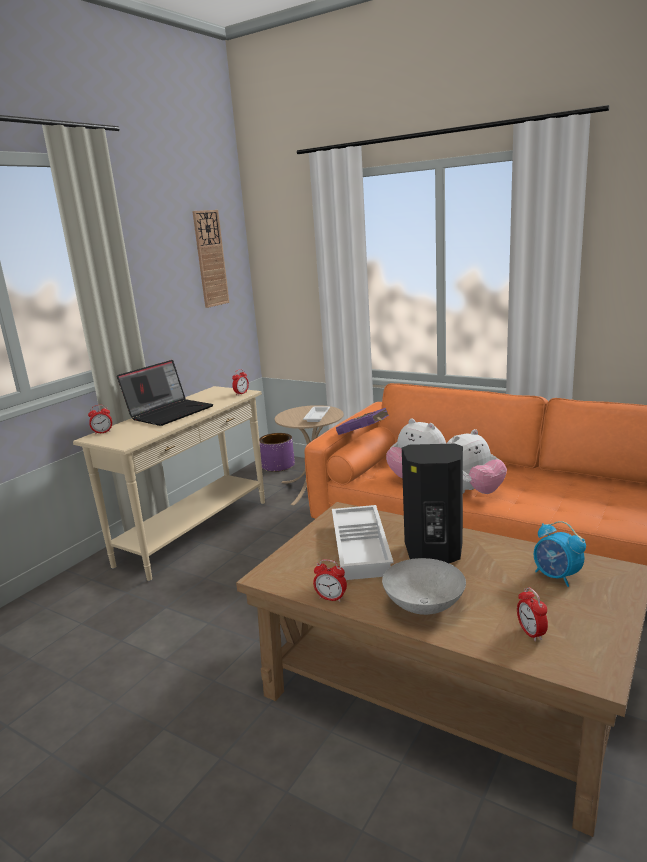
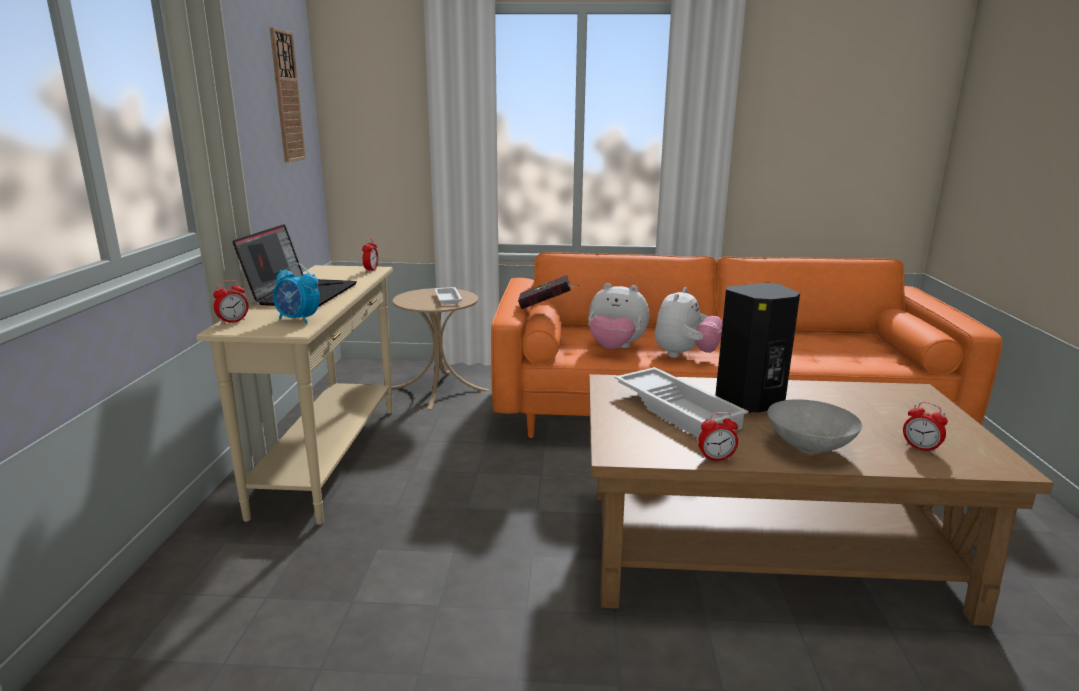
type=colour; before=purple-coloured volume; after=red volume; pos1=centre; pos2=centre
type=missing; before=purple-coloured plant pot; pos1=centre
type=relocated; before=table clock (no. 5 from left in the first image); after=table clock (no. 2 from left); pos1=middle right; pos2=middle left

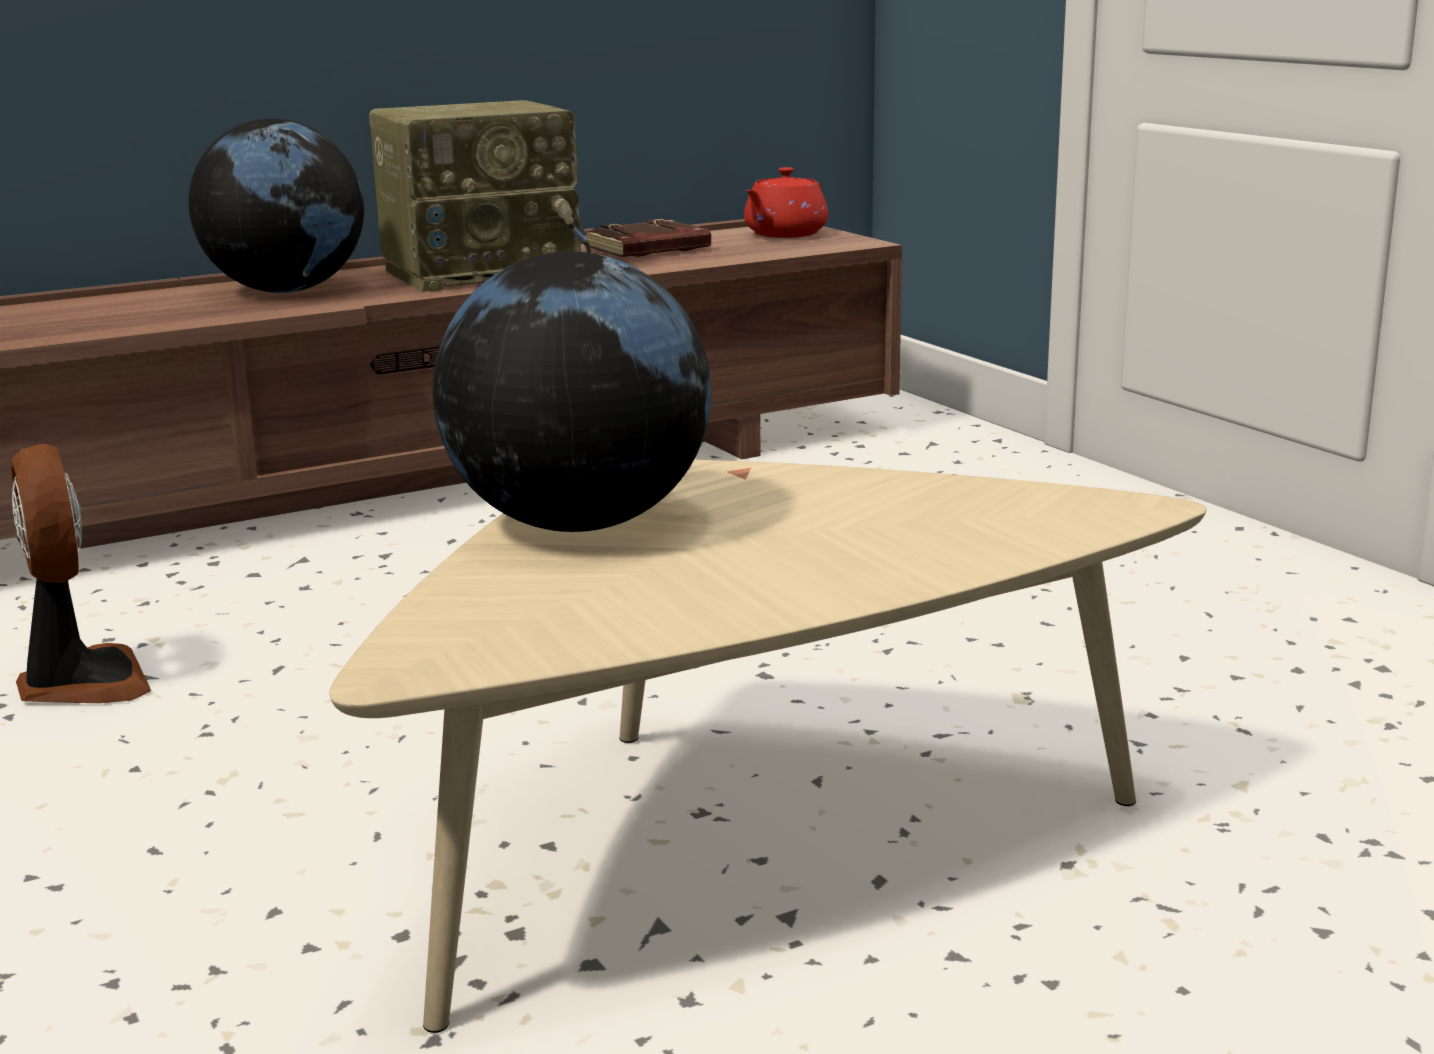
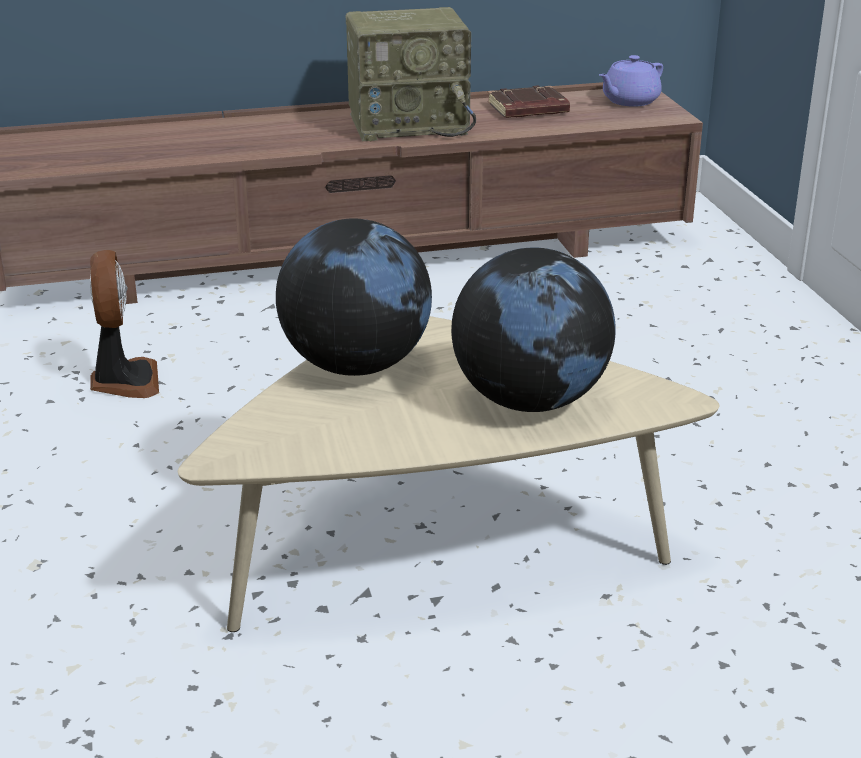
type=relocated; before=globe (no. 1 from left in the first image); after=globe (no. 2 from left); pos1=top left; pos2=centre
type=colour; before=red tea pot; after=purple-coloured tea pot; pos1=top centre; pos2=top right

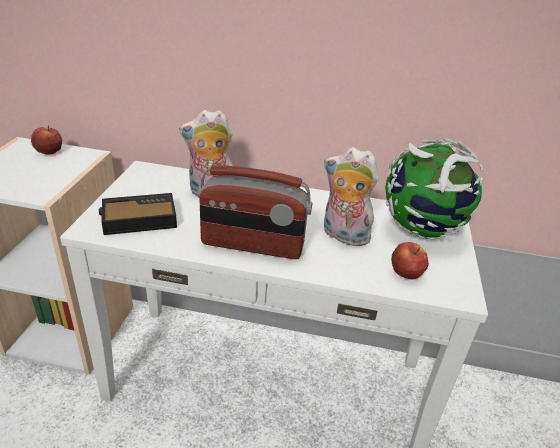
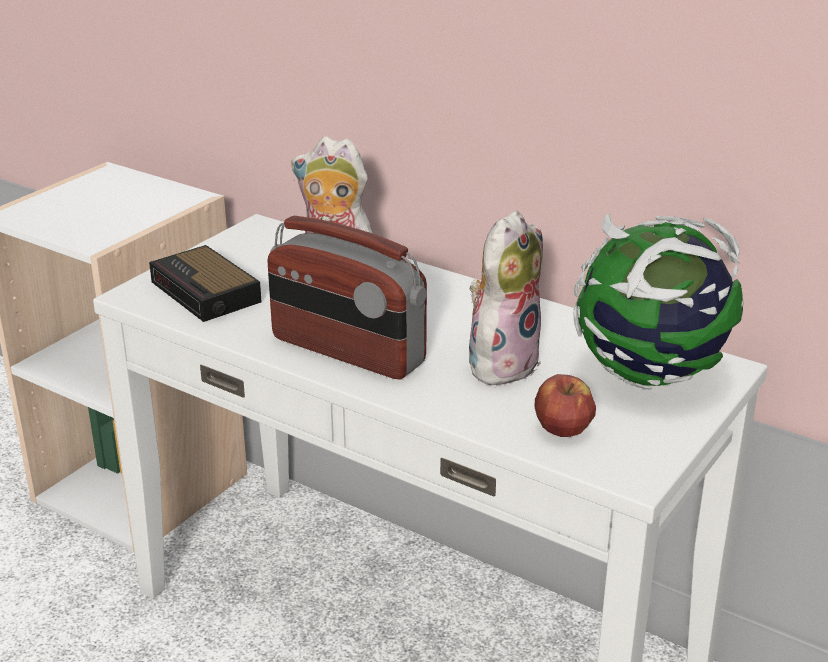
type=missing; before=whole apple (no. 1 from left); pos1=top left
type=spun; before=plush toy (no. 2 from left); pos1=centre; pos2=centre; turn=75
type=spun; before=table clock; pos1=middle left; pos2=middle left; turn=-135

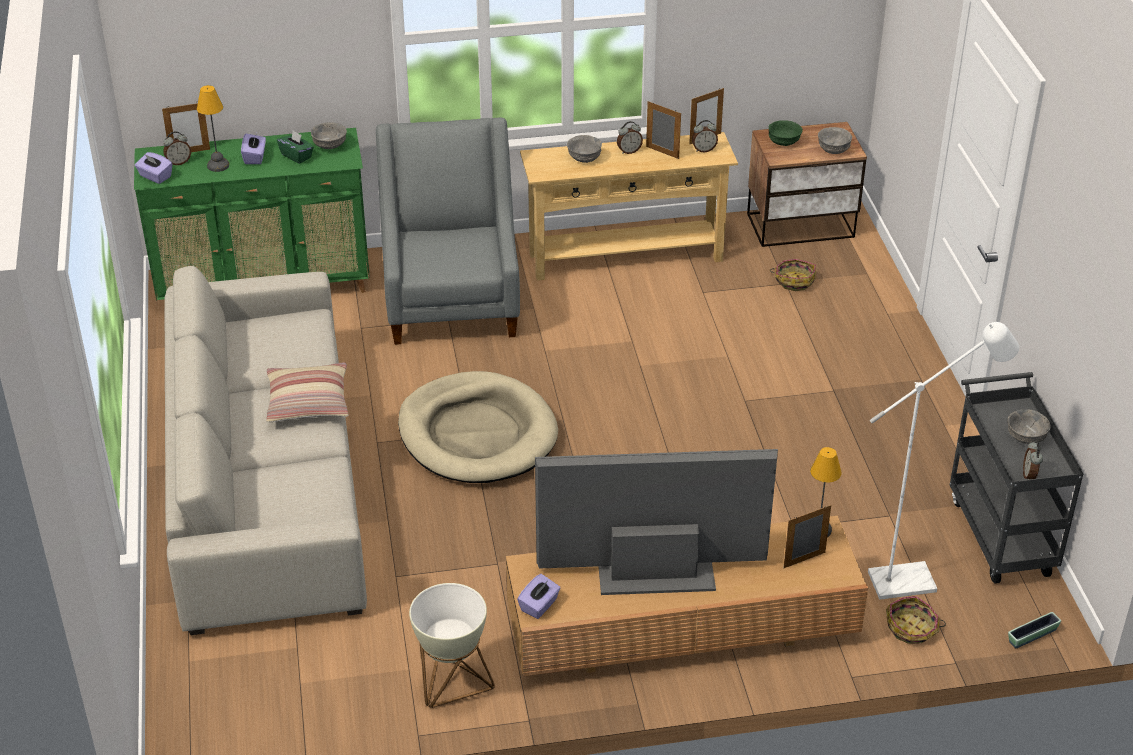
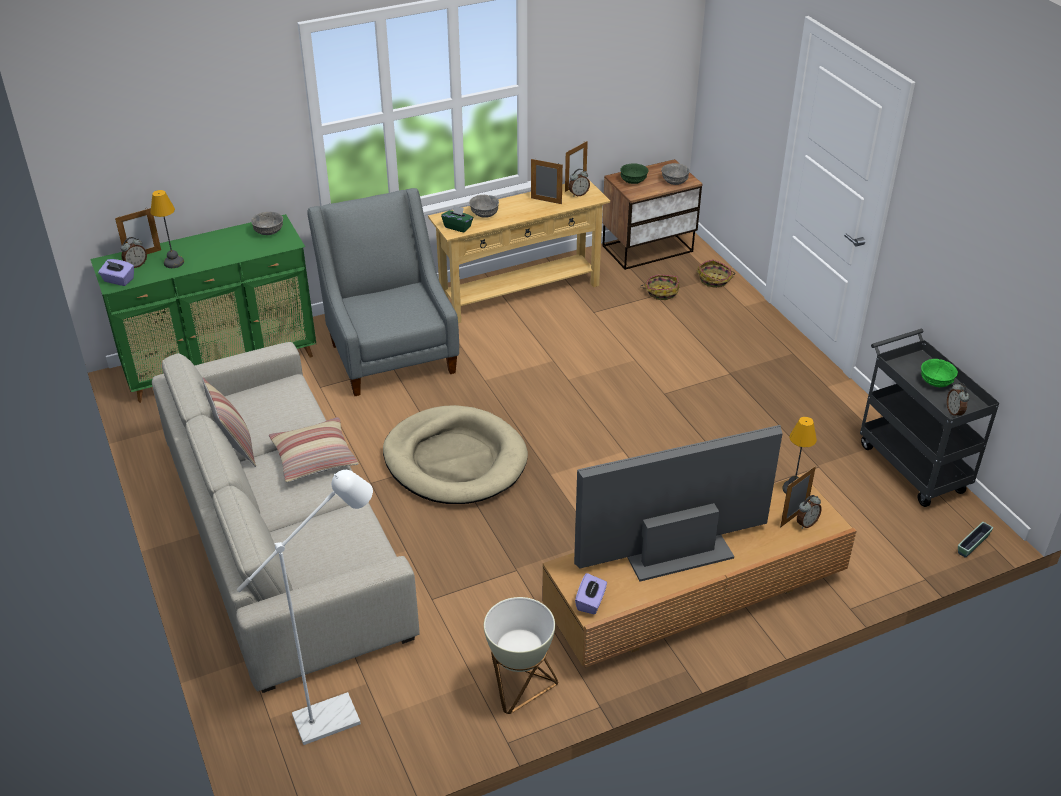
type=relocated; before=table clock (no. 2 from left in the first image); after=table clock (no. 3 from left); pos1=top centre; pos2=middle right
type=relocated; before=green box of tissues; pos1=top left; pos2=top centre
type=missing; before=purple-coloured box of tissues (no. 2 from left); pos1=top left
type=relocated; before=whitish floor lamp; pos1=middle right; pos2=bottom left
type=colour; before=greyish bowl (no. 4 from left); after=green bowl (no. 2 from left); pos1=middle right; pos2=middle right
type=relocated; before=household basket (no. 2 from left); pos1=bottom right; pos2=middle right
type=appeared; after=throw pillow (no. 1 from left); pos2=middle left

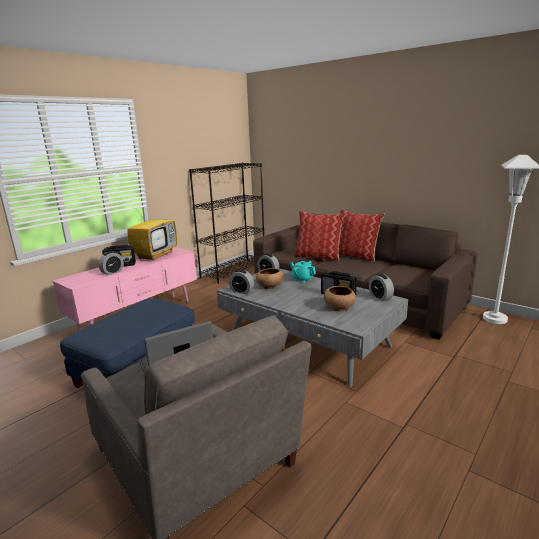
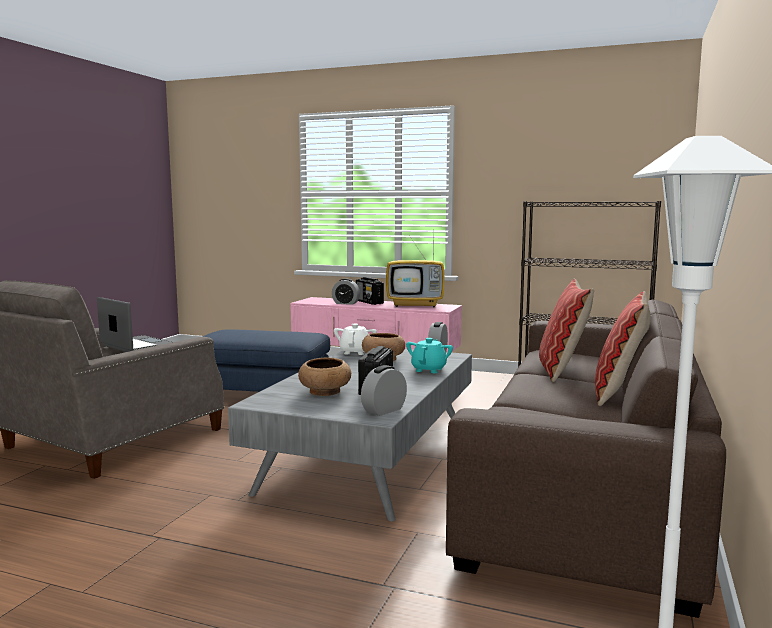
type=exchanged; before=table clock (no. 2 from left); after=whitish tea pot; pos1=centre; pos2=centre

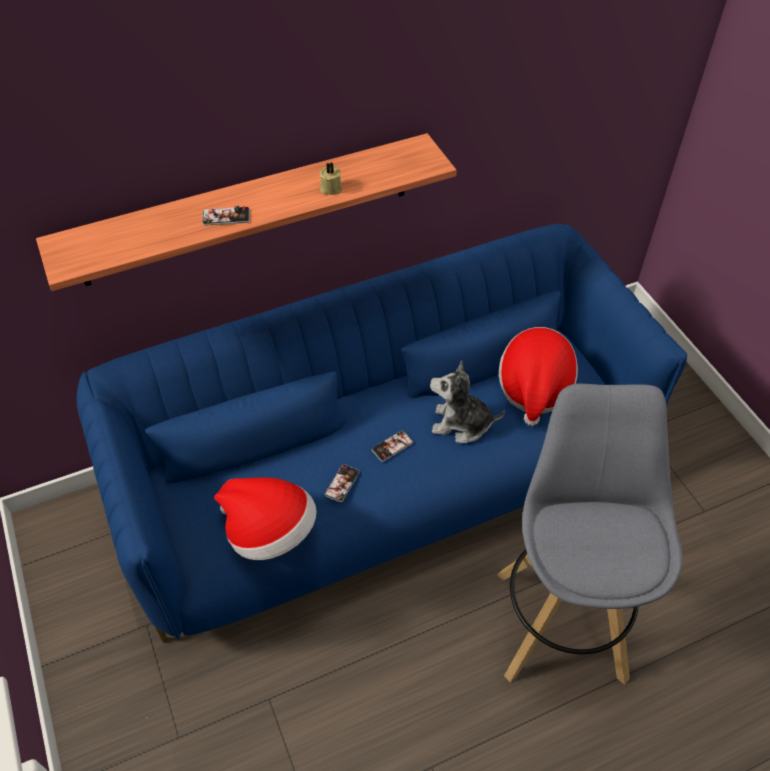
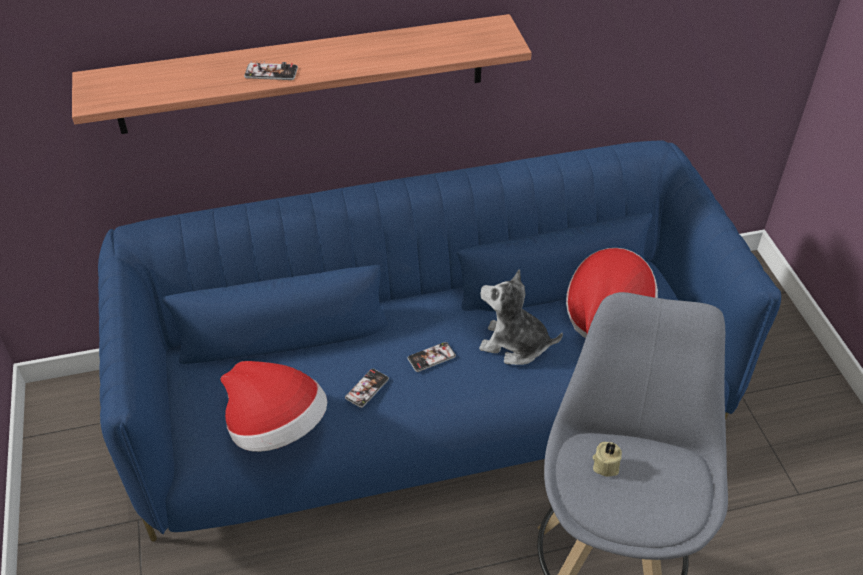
type=relocated; before=beige wax candle; pos1=top centre; pos2=bottom right

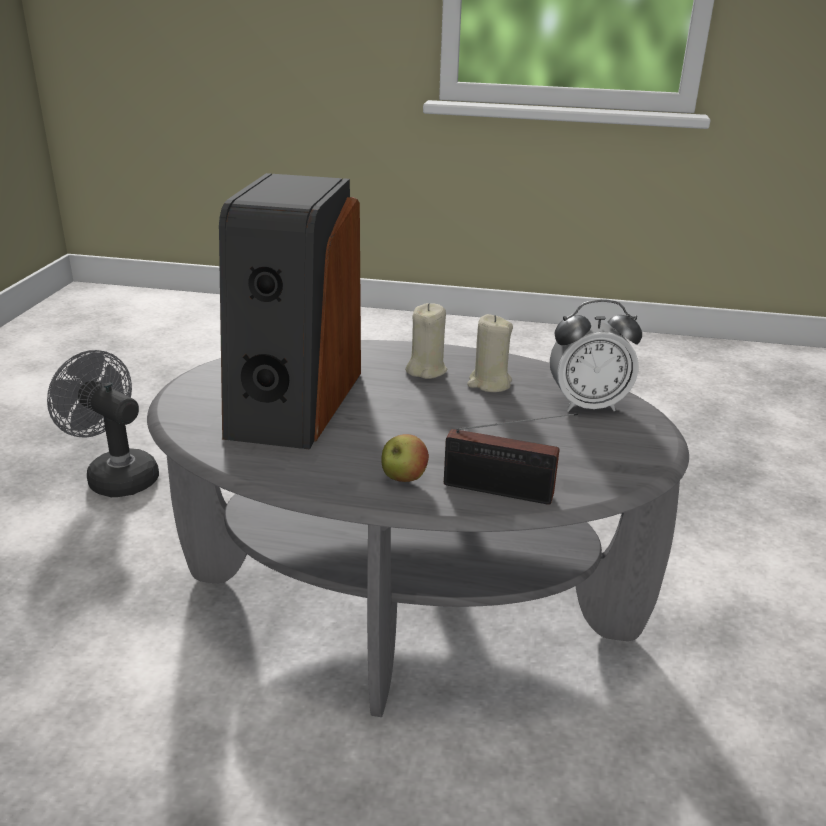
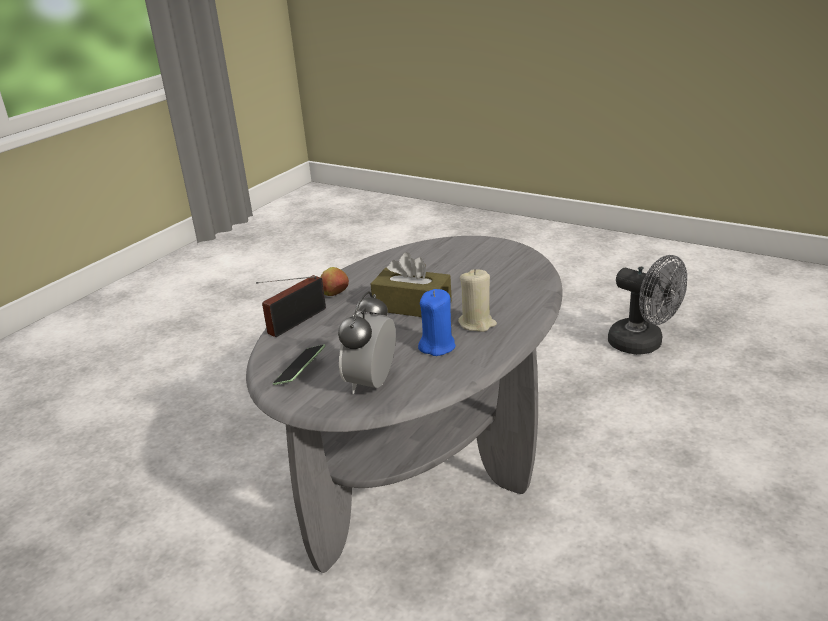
type=missing; before=speaker; pos1=centre
type=colour; before=beige wax candle (no. 2 from left); after=bluish wax candle; pos1=centre; pos2=centre
type=spun; before=greyish electric fan; pos1=middle left; pos2=middle right; turn=75
type=appeared; after=brownish box of tissues; pos2=centre
type=appeared; after=phone; pos2=centre

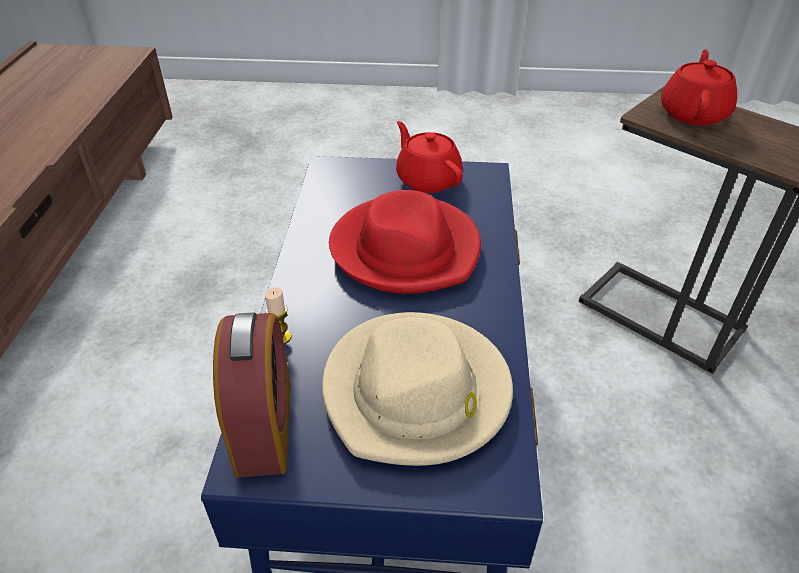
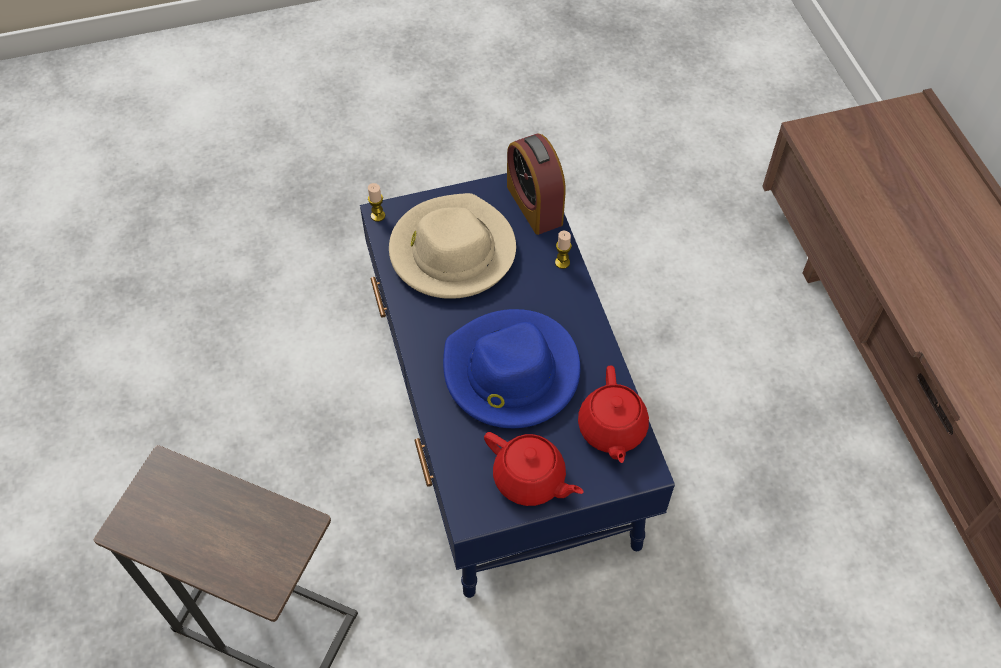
type=relocated; before=red tea pot (no. 2 from left); pos1=top right; pos2=centre
type=colour; before=red clothing hat; after=bluish clothing hat; pos1=centre; pos2=centre
type=appeared; after=wax candle (no. 1 from left); pos2=top centre

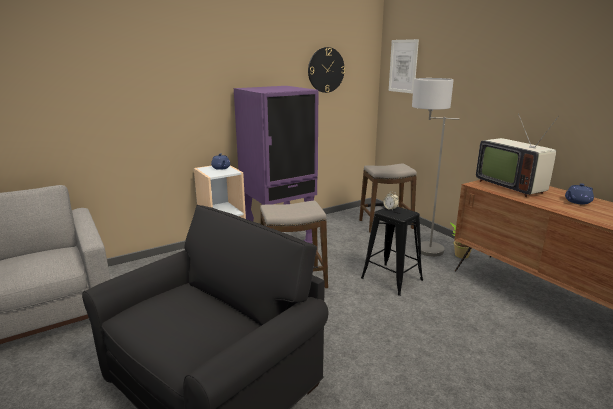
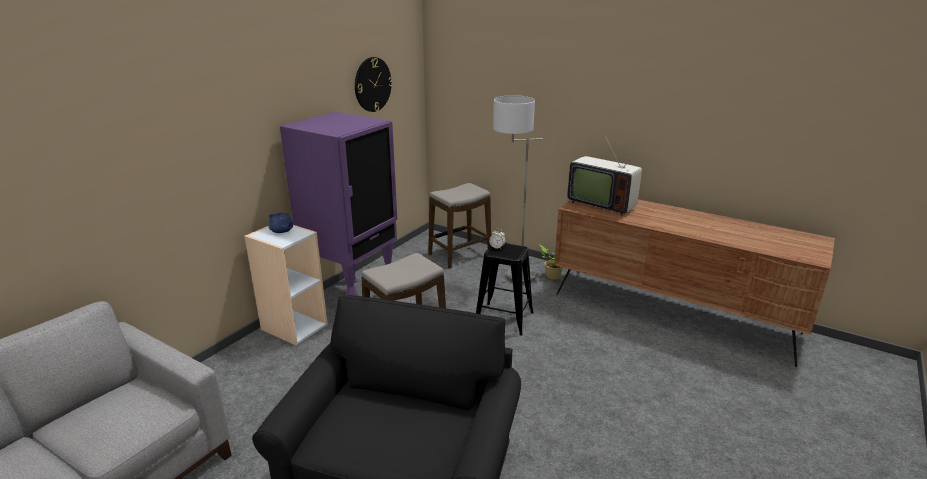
type=missing; before=picture; pos1=top centre
type=missing; before=bluish tea pot (no. 2 from left); pos1=middle right

